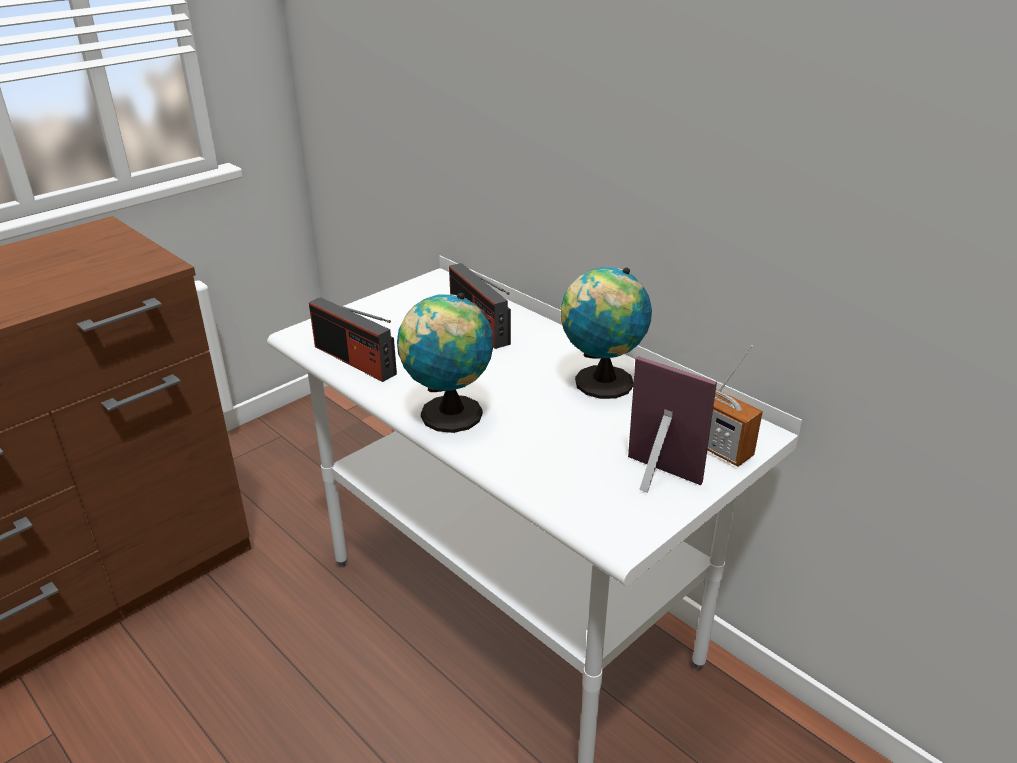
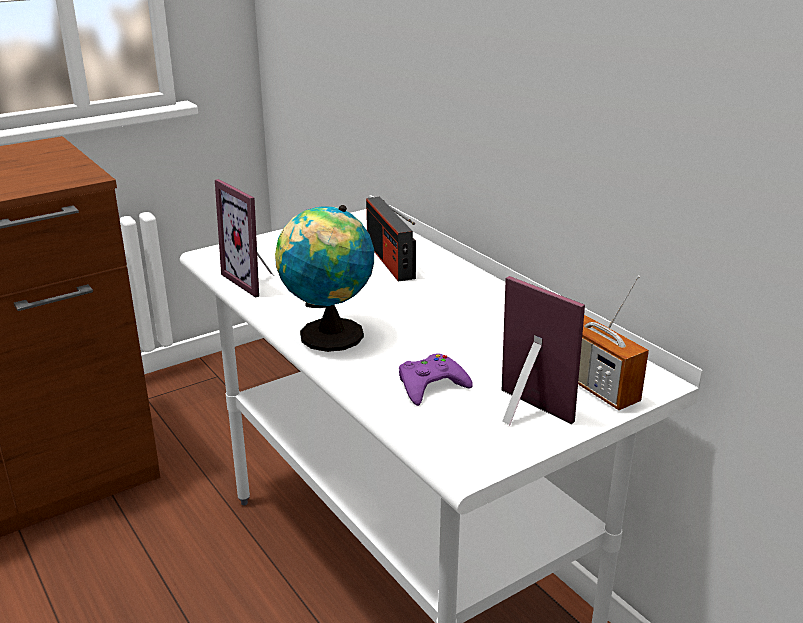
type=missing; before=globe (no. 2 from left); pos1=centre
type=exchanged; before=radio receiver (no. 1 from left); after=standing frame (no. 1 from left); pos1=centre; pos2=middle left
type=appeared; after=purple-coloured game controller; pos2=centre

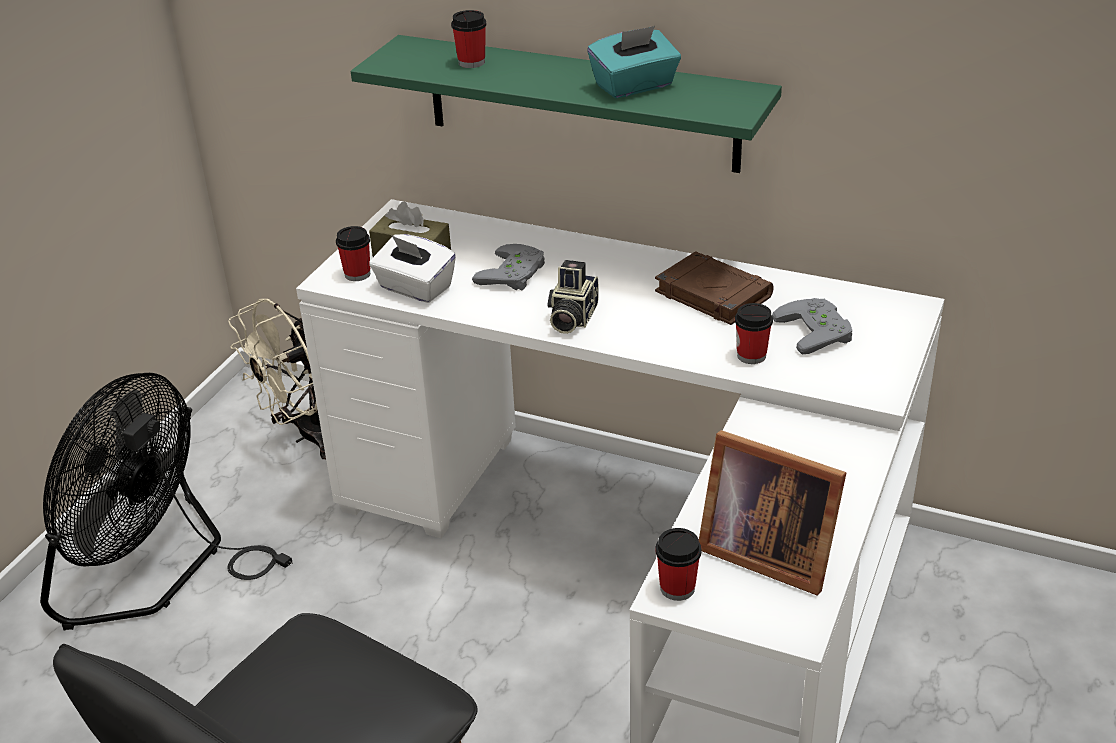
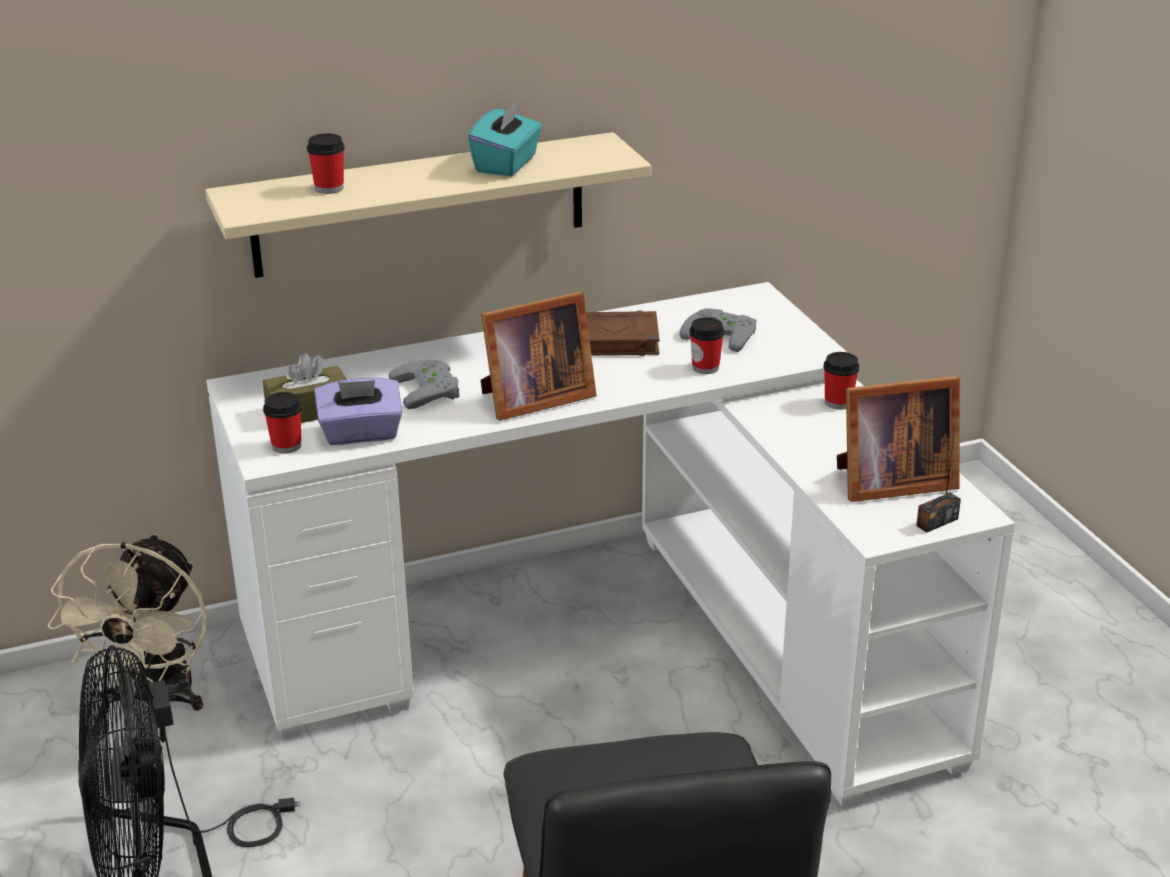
type=colour; before=green shelf; after=beige shelf; pos1=top centre; pos2=top centre
type=colour; before=whitish box of tissues; after=purple-coloured box of tissues; pos1=centre; pos2=middle left
type=exchanged; before=still camera; after=standing frame (no. 1 from left); pos1=centre; pos2=centre
type=relocated; before=small cup (no. 3 from left in the first image); after=small cup (no. 4 from left); pos1=bottom centre; pos2=middle right
type=appeared; after=radio receiver; pos2=middle right

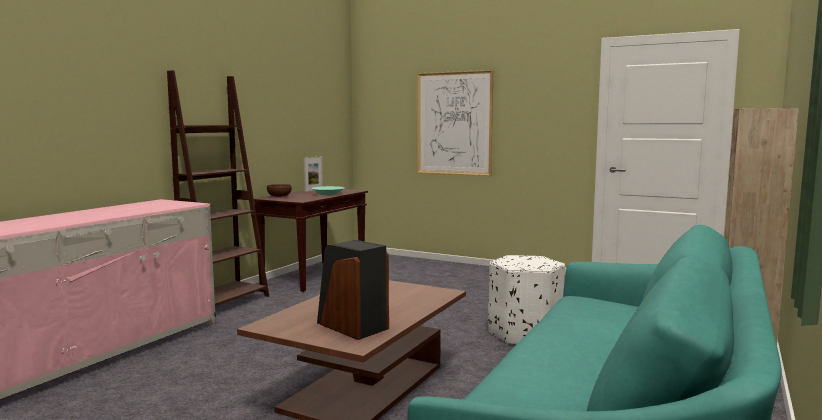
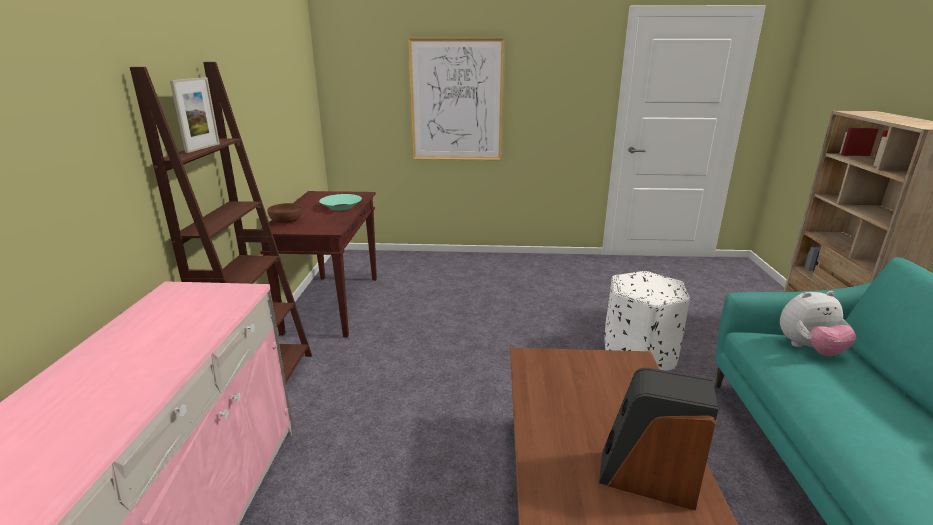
type=relocated; before=standing frame; pos1=centre; pos2=top left
type=appeared; after=plush toy; pos2=middle right

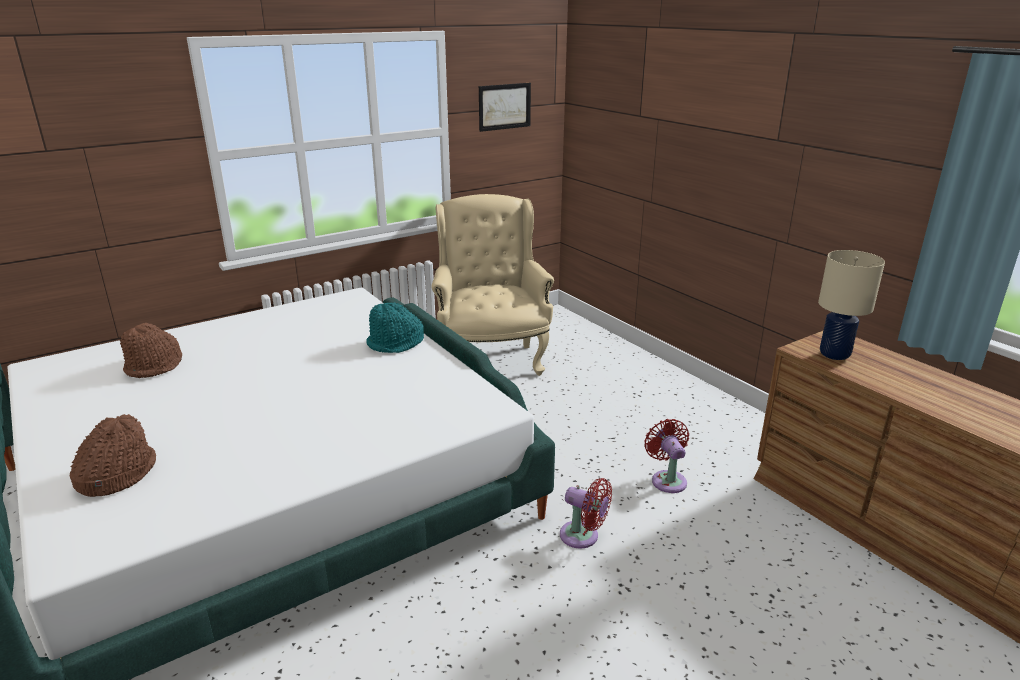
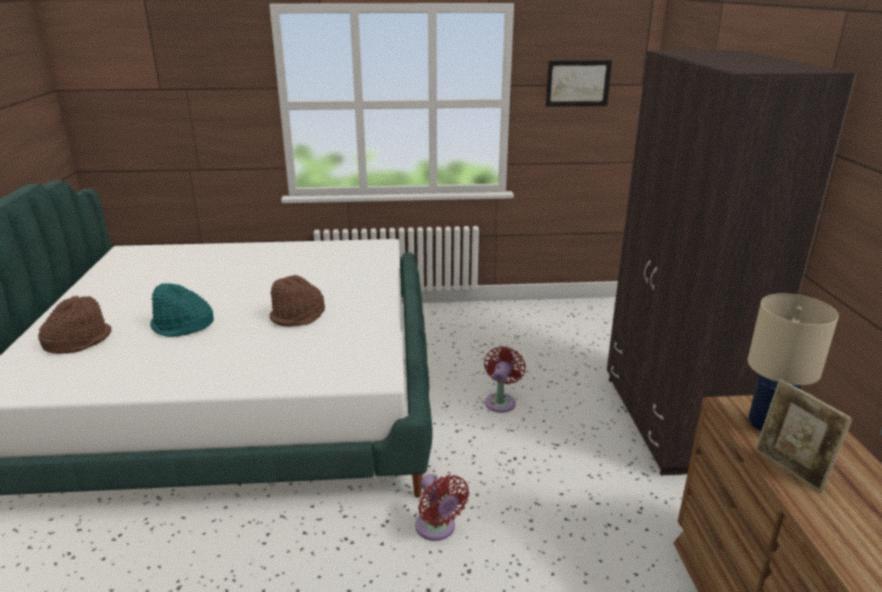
type=missing; before=beige lounge chair; pos1=centre
type=relocated; before=turquoise-coloured clothing hat; pos1=centre; pos2=middle left
type=relocated; before=brownish clothing hat (no. 2 from left); pos1=middle left; pos2=centre
type=relocated; before=red electric fan (no. 2 from left); pos1=bottom centre; pos2=centre
type=appeared; after=brownish wardrobe; pos2=middle right
type=appeared; after=standing frame; pos2=bottom right

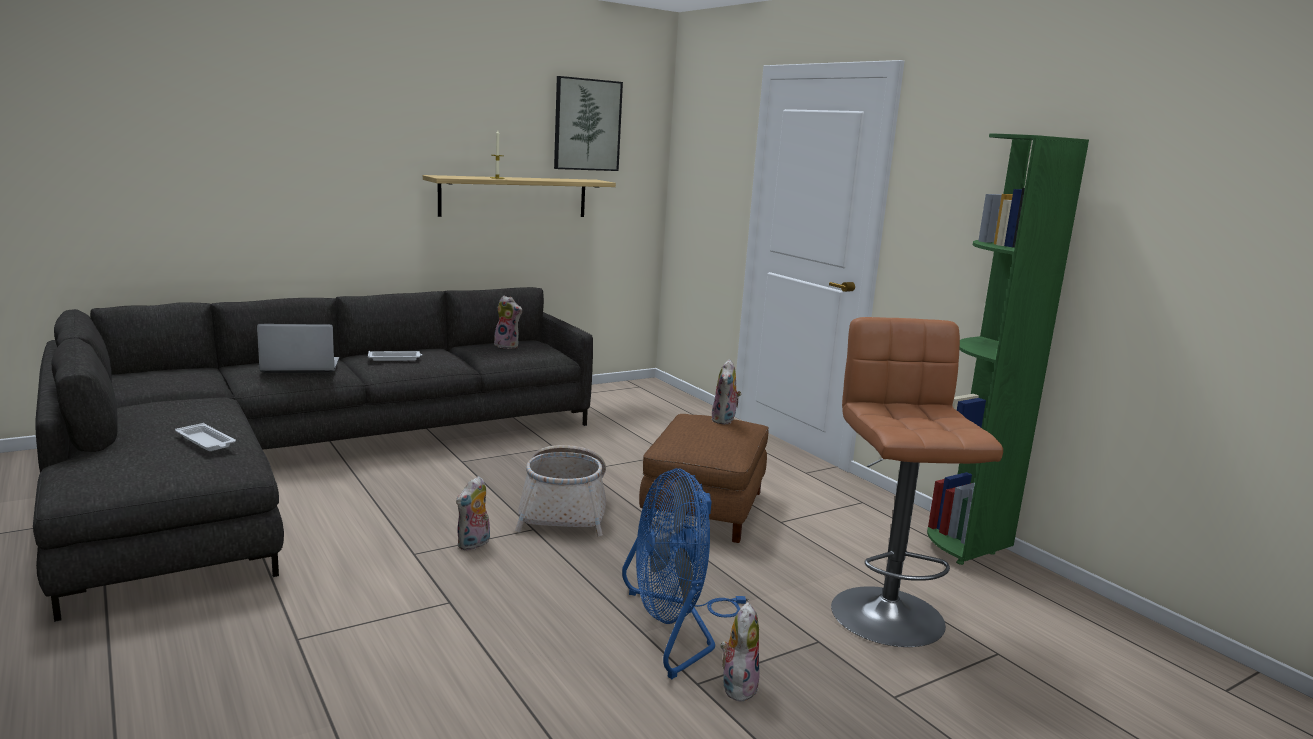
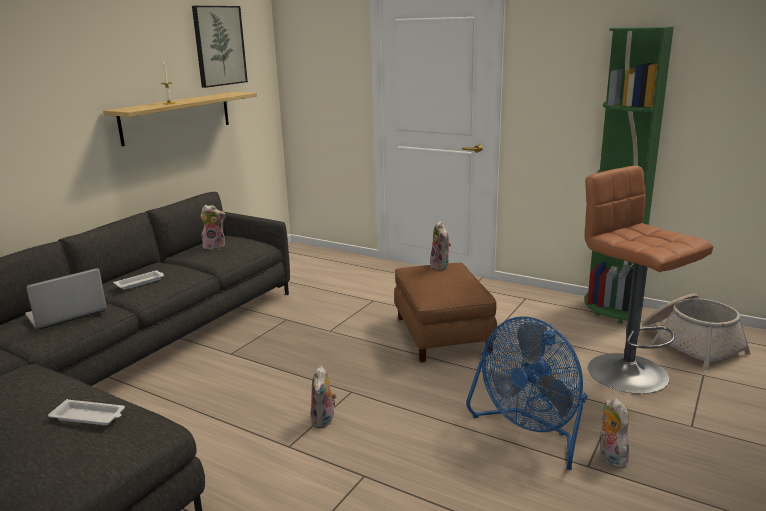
type=relocated; before=household basket; pos1=centre; pos2=middle right

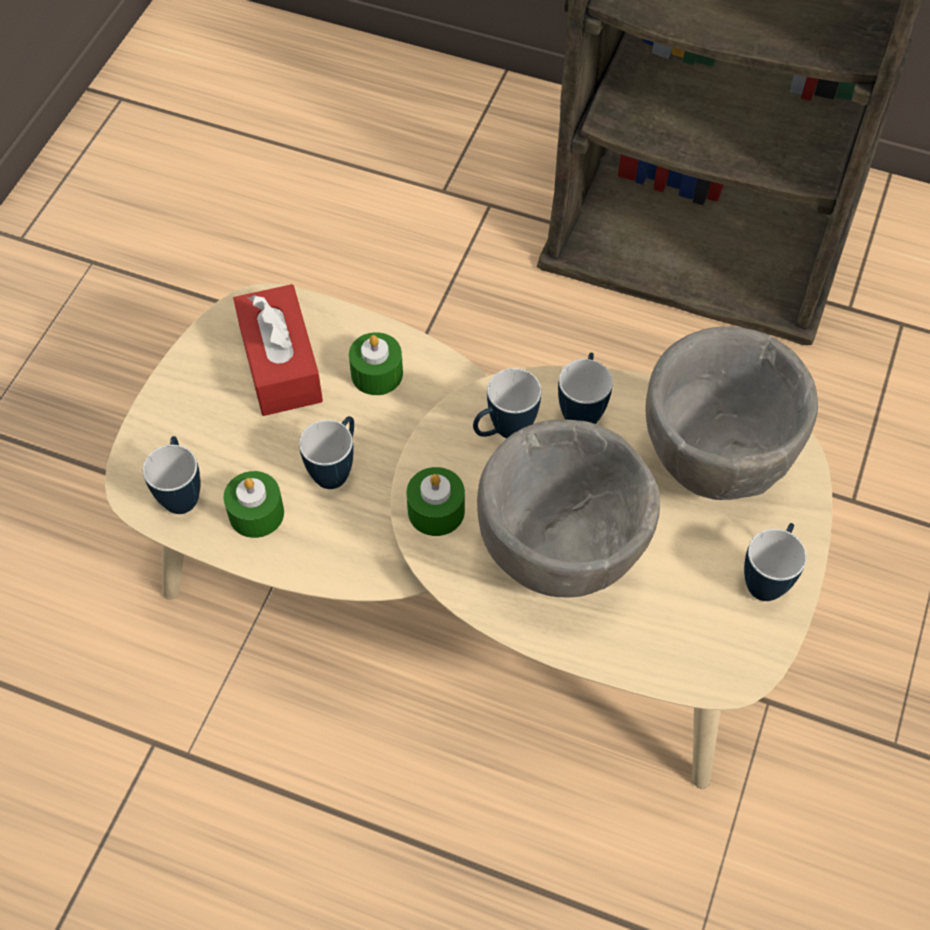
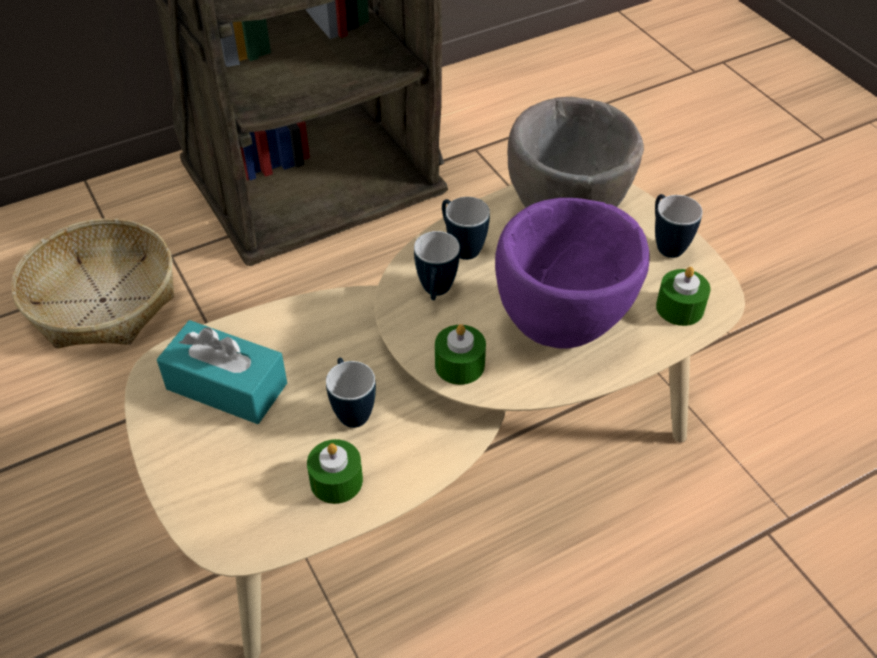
type=colour; before=red box of tissues; after=turquoise-coloured box of tissues; pos1=middle left; pos2=middle left
type=relocated; before=green wax candle (no. 2 from left in the first image); after=green wax candle (no. 3 from left); pos1=centre; pos2=middle right
type=colour; before=greyish bowl (no. 1 from left); after=purple-coloured bowl; pos1=centre; pos2=centre
type=missing; before=coffee mug (no. 1 from left); pos1=middle left
type=appeared; after=household basket; pos2=middle left

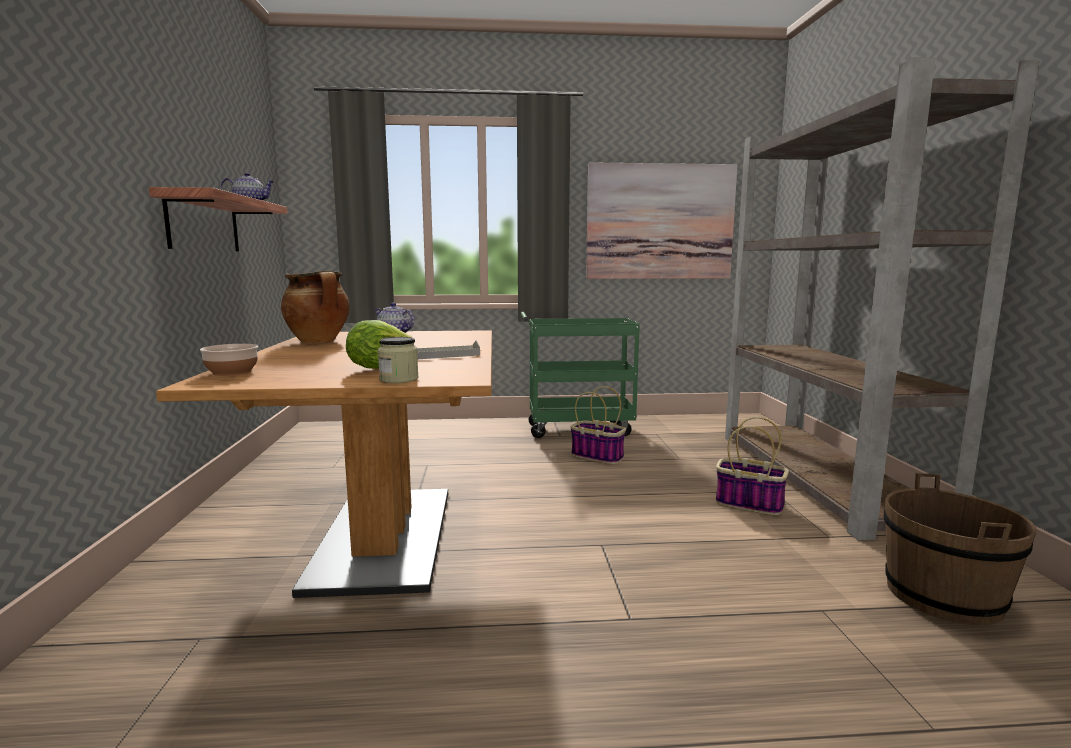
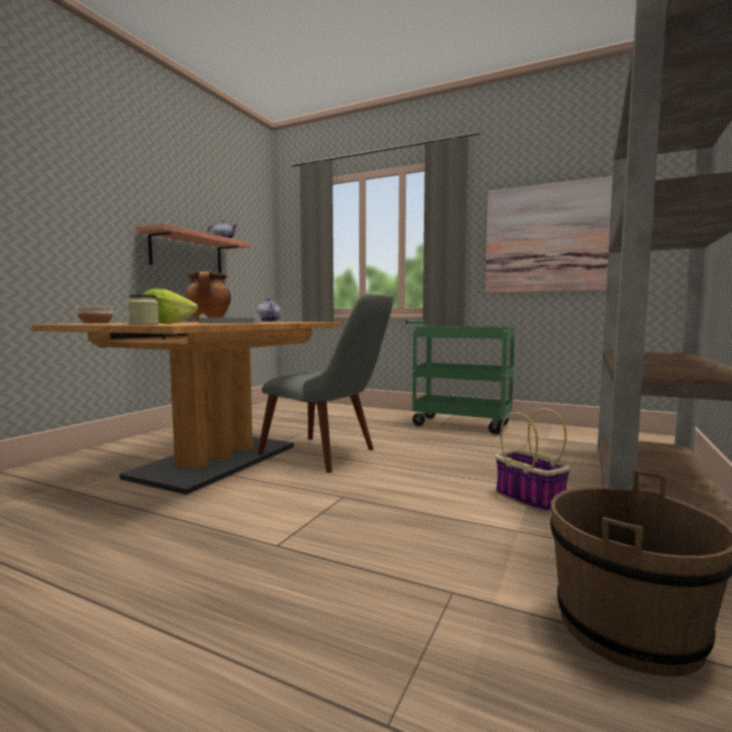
type=missing; before=household basket (no. 1 from left); pos1=centre
type=appeared; after=greyish plain chair; pos2=centre

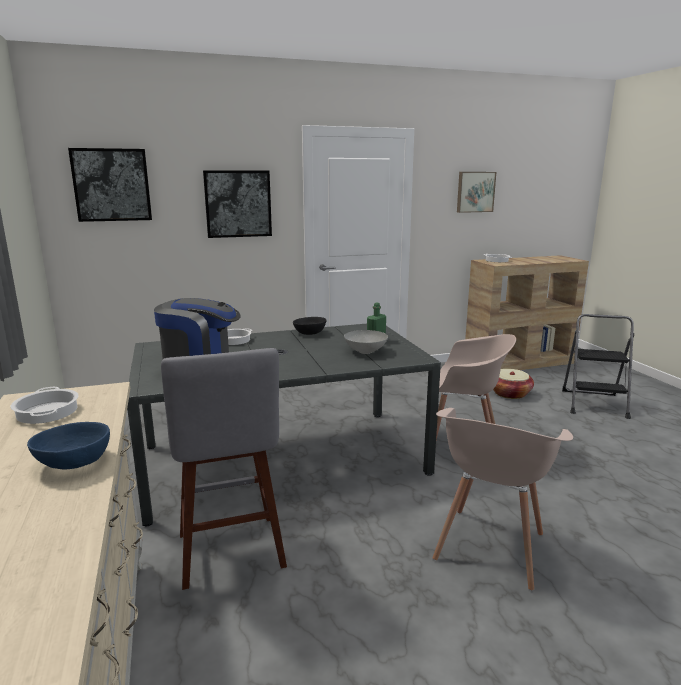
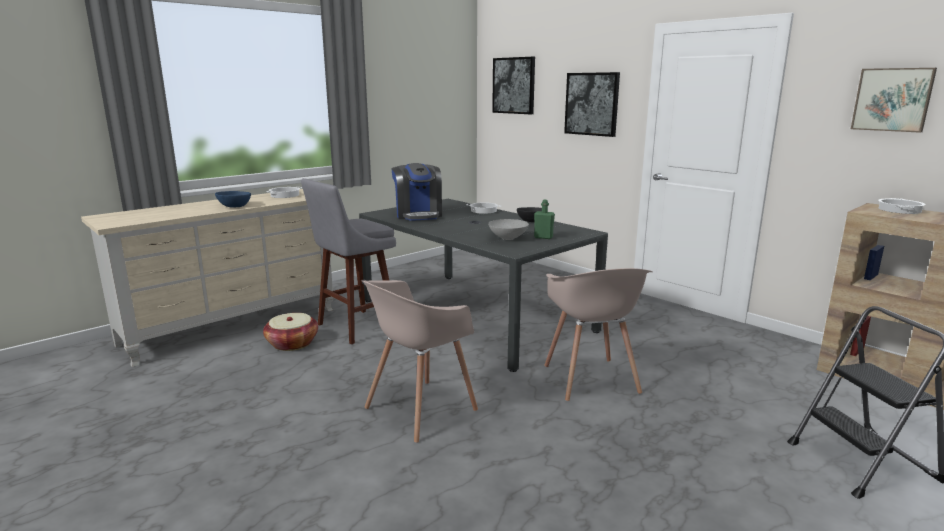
type=relocated; before=household basket; pos1=middle right; pos2=middle left
type=spun; before=beige plain chair (no. 2 from left in the first image); pos1=bottom right; pos2=bottom centre; turn=-45

